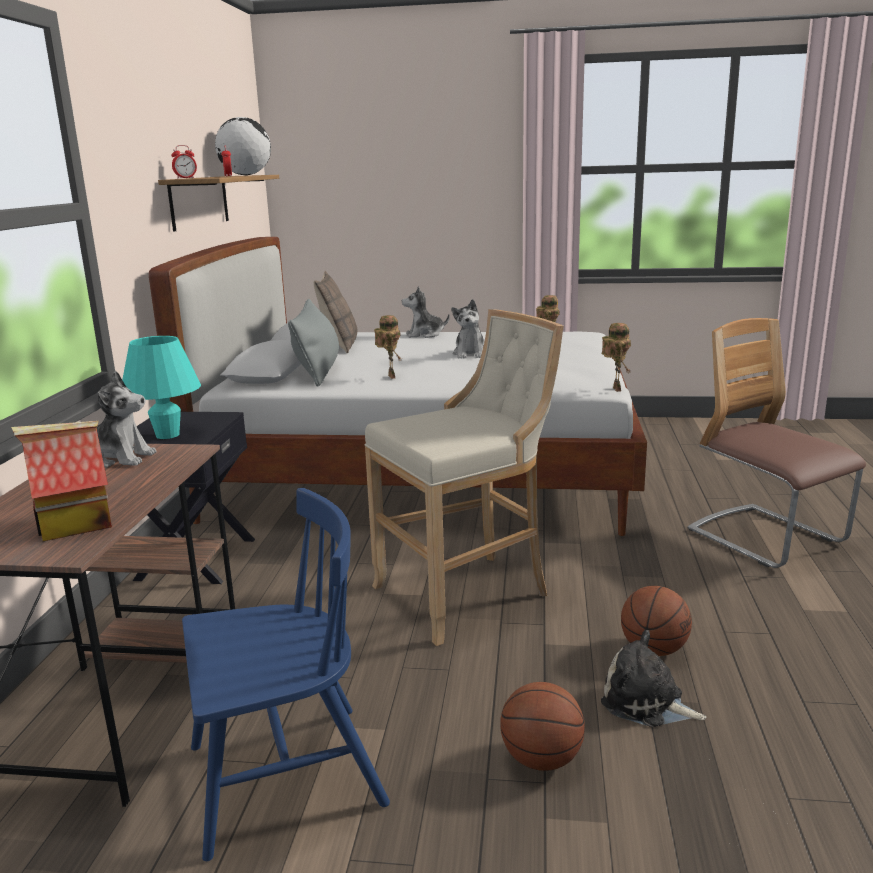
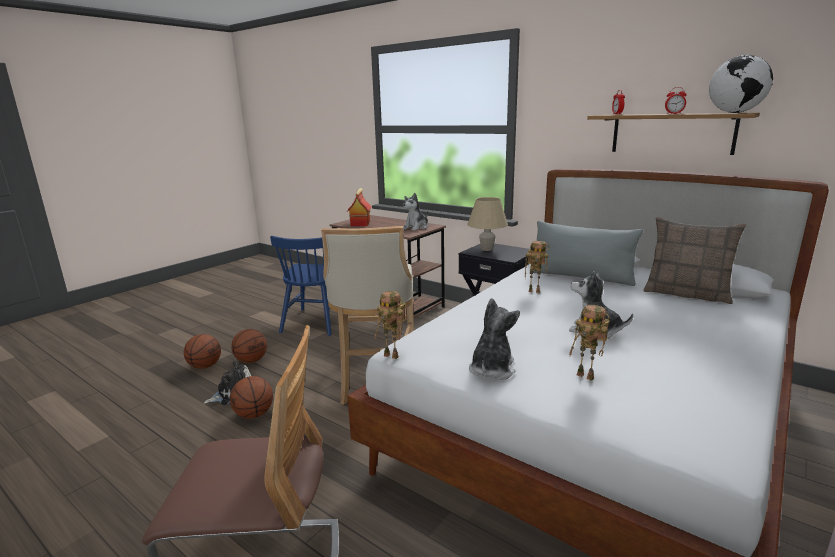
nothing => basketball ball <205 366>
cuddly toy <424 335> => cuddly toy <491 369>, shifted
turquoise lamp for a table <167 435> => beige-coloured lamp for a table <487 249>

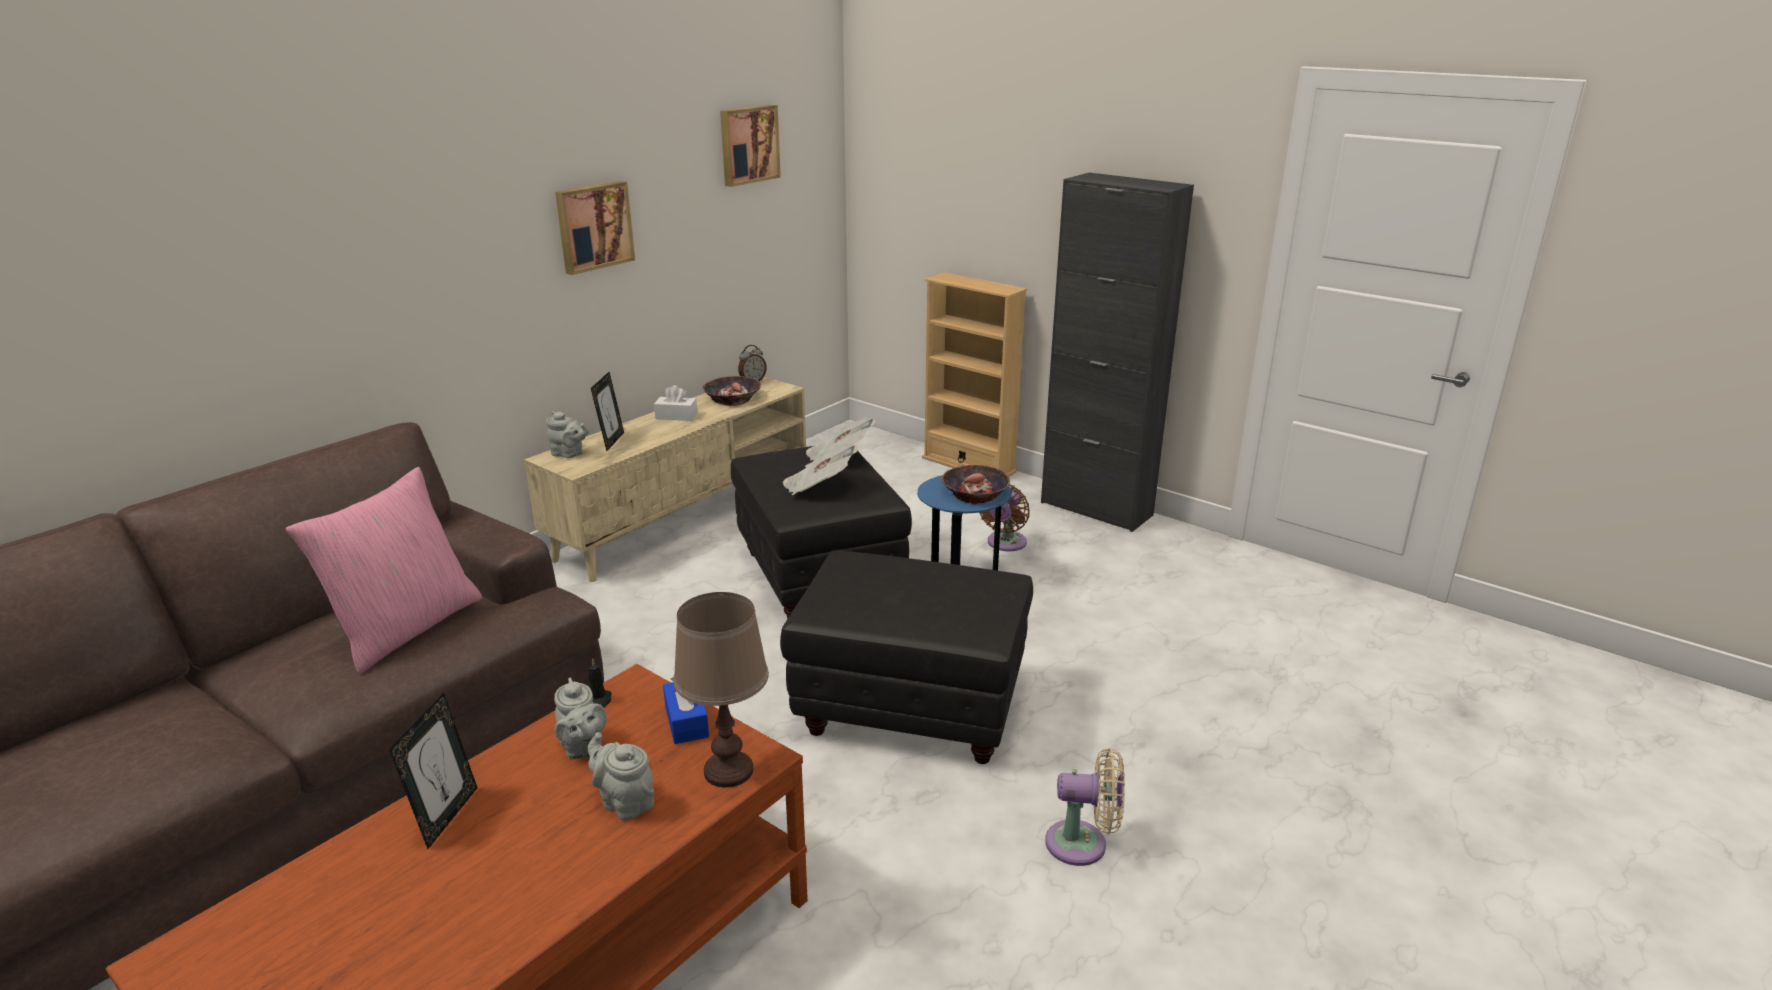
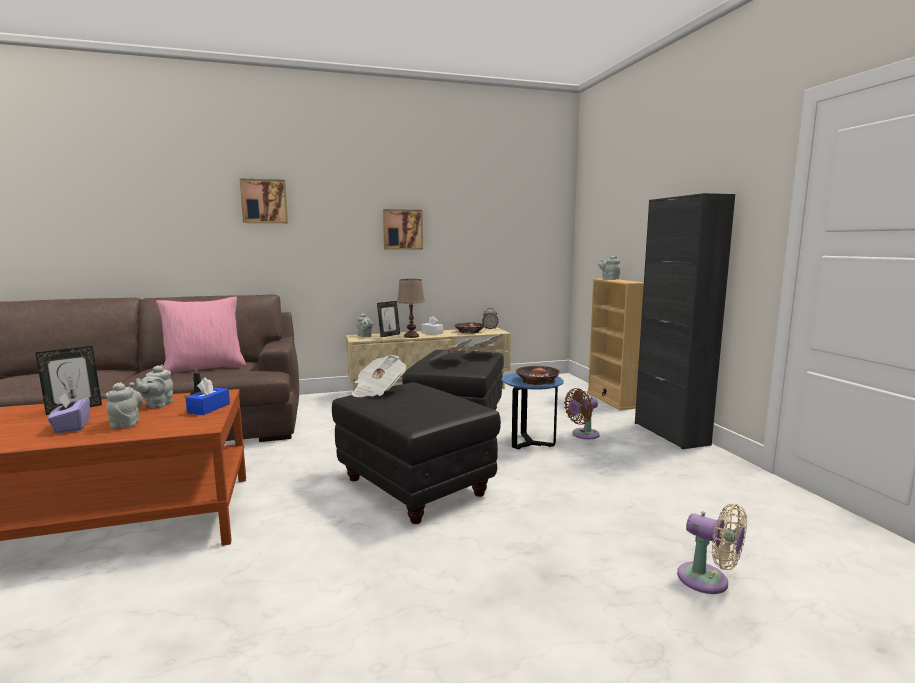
nothing => purple-coloured tissue holder <71 427>
nothing => printed paper <378 391>
nothing => grey teapot <609 279>
brown-coloured lamp for a table <728 771> => brown-coloured lamp for a table <411 336>, shifted
picture <748 144> => picture <264 201>, shifted
beige-coloured cooling fan <1083 844> => beige-coloured cooling fan <708 581>, shifted

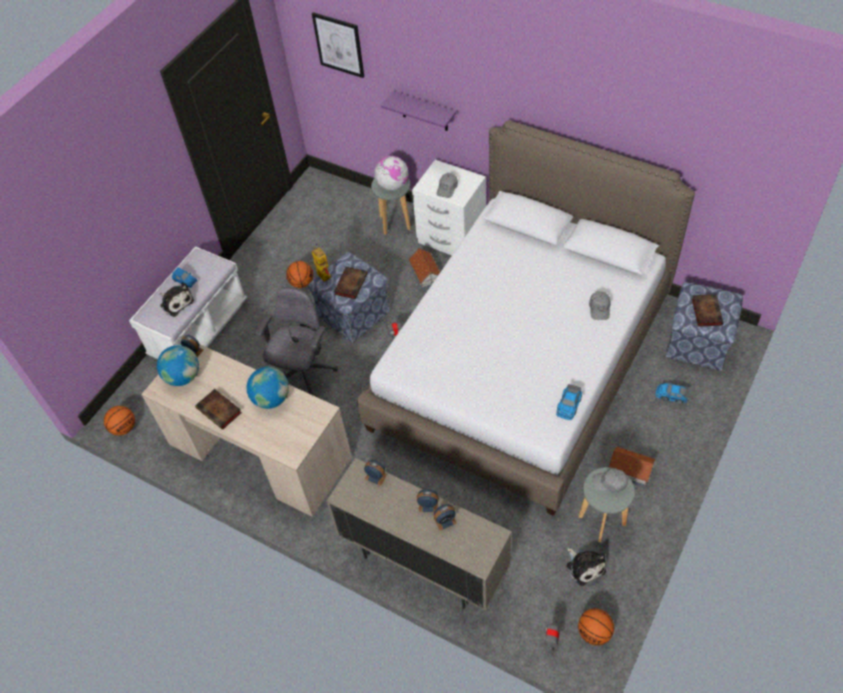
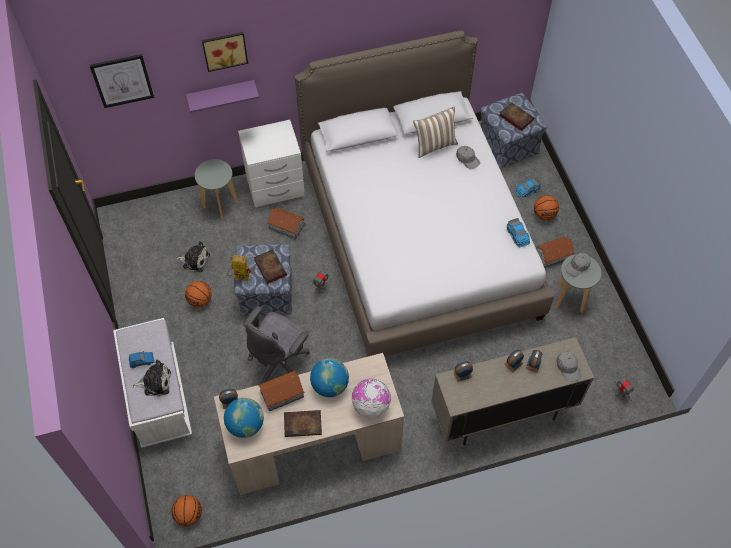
nothing => picture <224 50>
nothing => toy house <281 394>
nothing => throw pillow <434 145>
globe <392 185> => globe <371 405>, shifted
grey peaked cap <447 188> => grey peaked cap <568 367>, shifted
cuddly toy <584 566> => cuddly toy <194 260>, shifted
basketball ball <594 632> => basketball ball <544 214>, shifted
grey office chair <303 374> => grey office chair <280 363>, 120 degrees counterclockwise

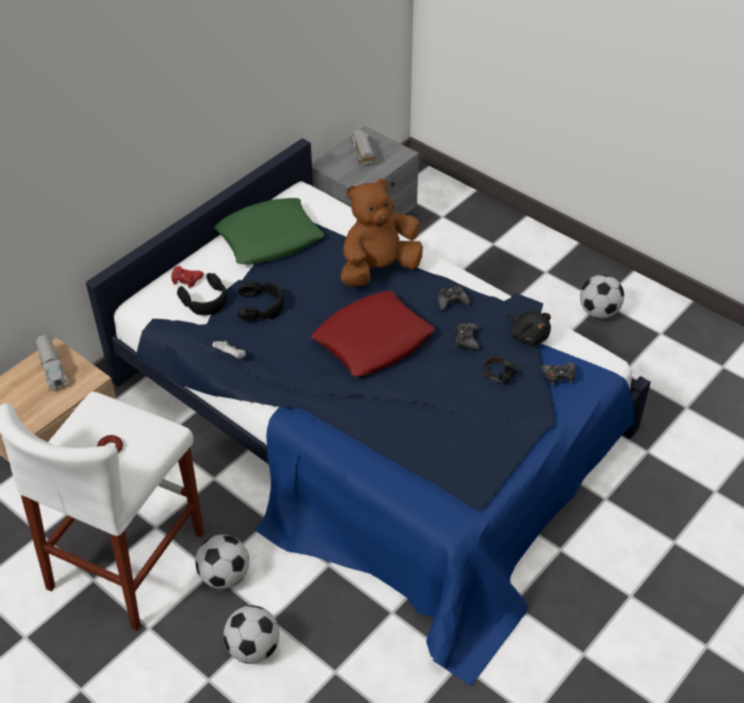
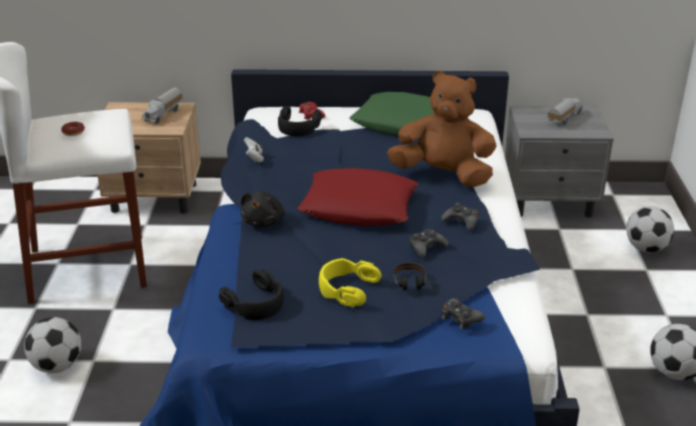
nothing => yellowish headphones <347 288>
football <225 576> => football <646 248>, shifted
blackish headphones <261 306> => blackish headphones <255 303>, shifted
blackish cuddly toy <528 335> => blackish cuddly toy <264 221>, shifted

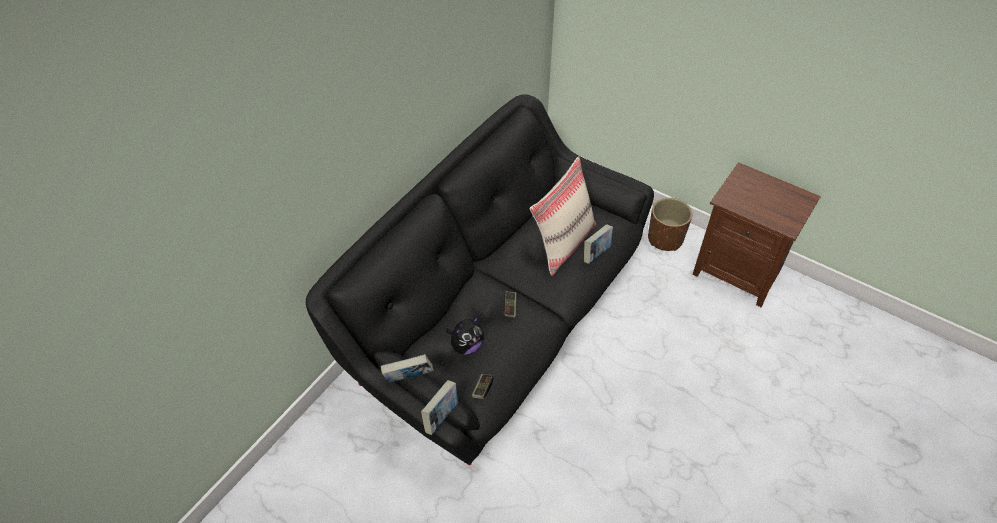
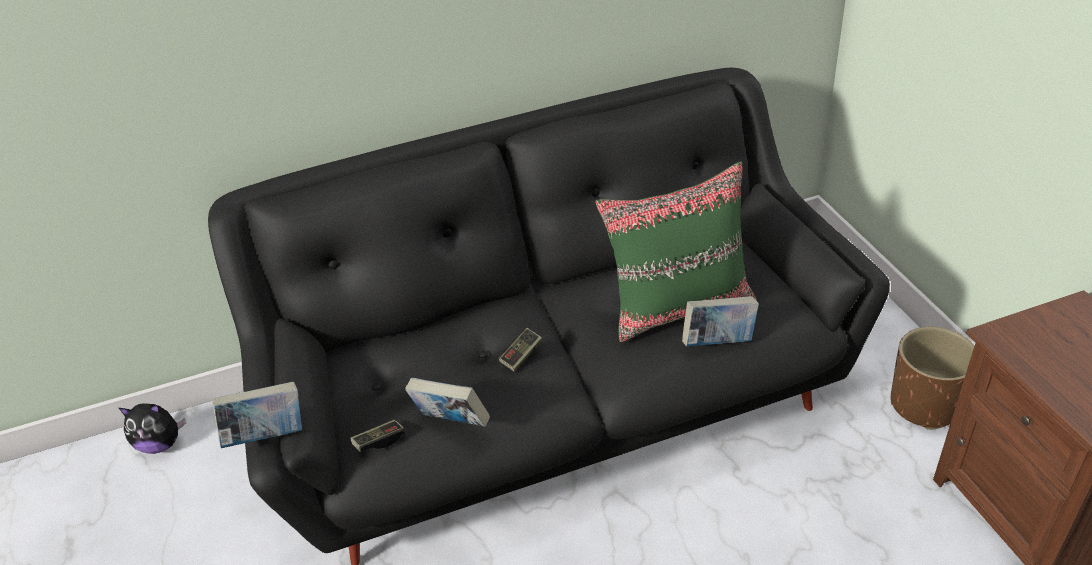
book <409 379> => book <452 422>, shifted
cuddly toy <466 346> => cuddly toy <161 444>, shifted
beige-coloured throw pillow <563 243> => green throw pillow <679 306>

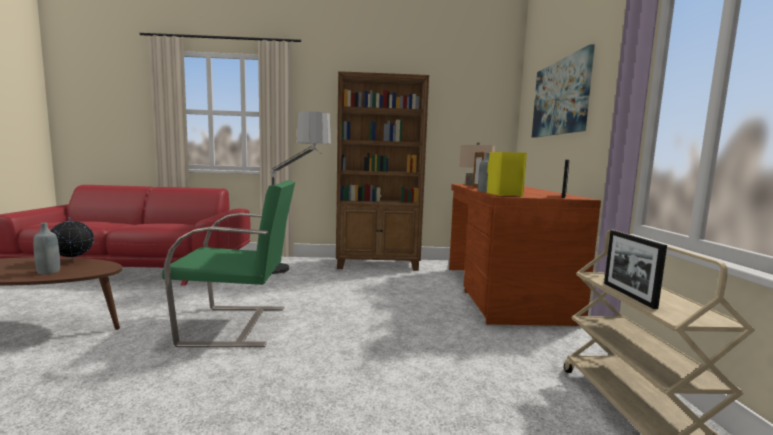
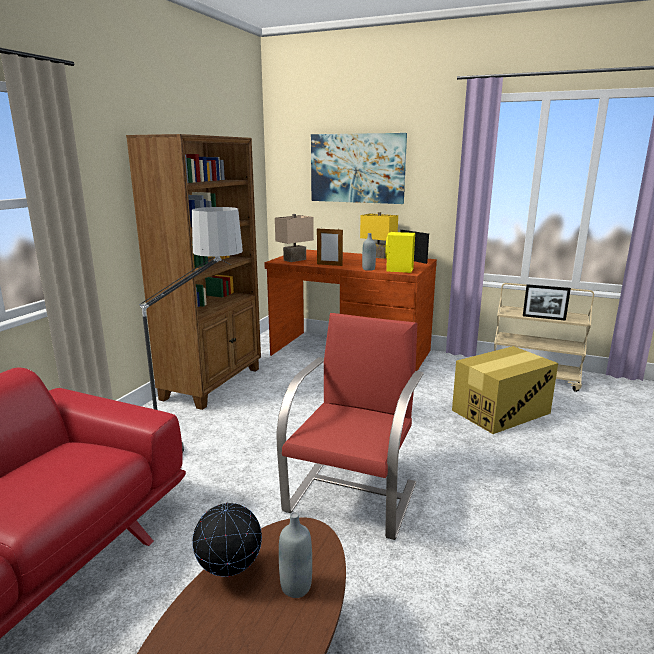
nothing => yellowish lamp for a table <378 256>
nothing => cardboard box <501 411>
green lounge chair <237 325> => red lounge chair <352 496>

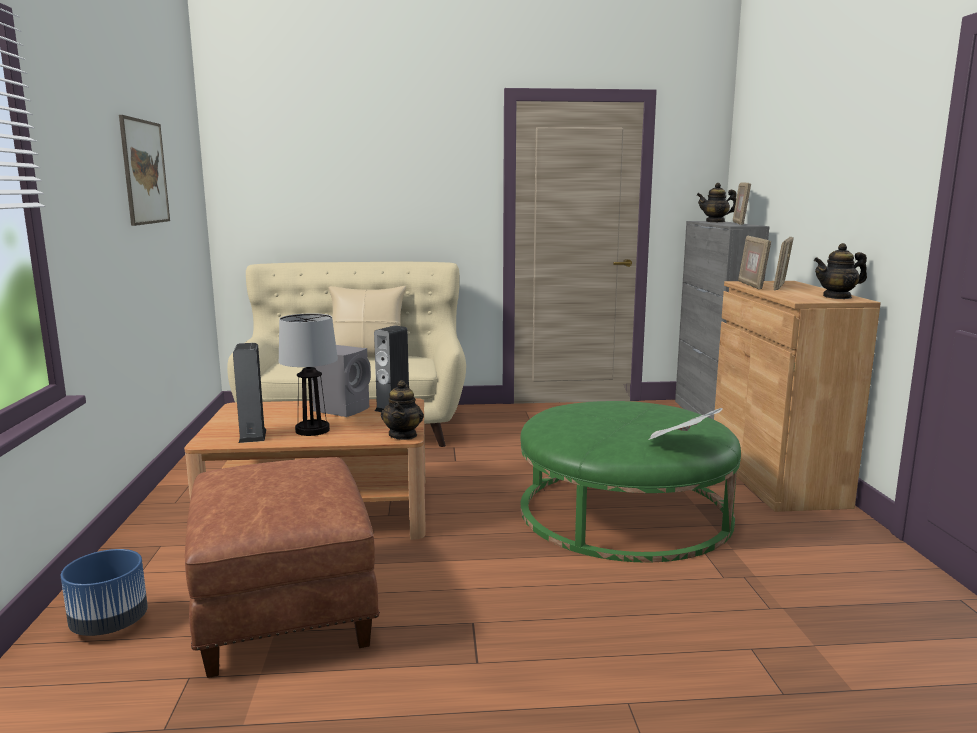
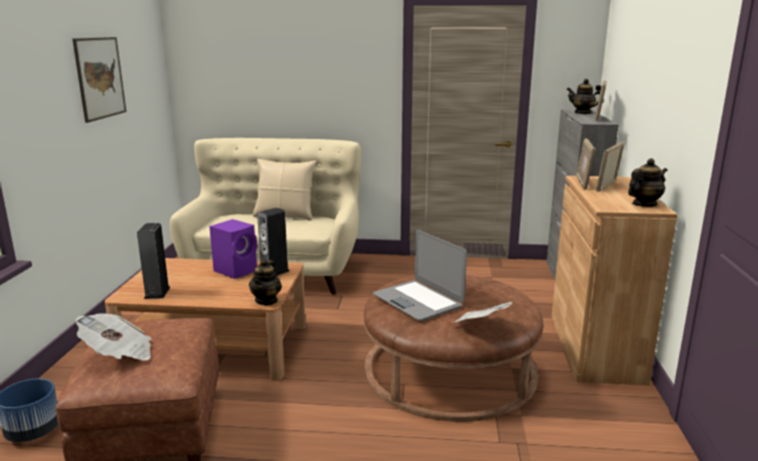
lamp for a table <311 430> => nothing
nothing => printed paper <119 354>
nothing => notebook computer <418 301>
grey audio speaker <343 409> => purple-coloured audio speaker <237 270>
green ottoman <624 510> => brown-coloured ottoman <450 369>
teapot <837 297> => teapot <644 204>, 150 degrees clockwise

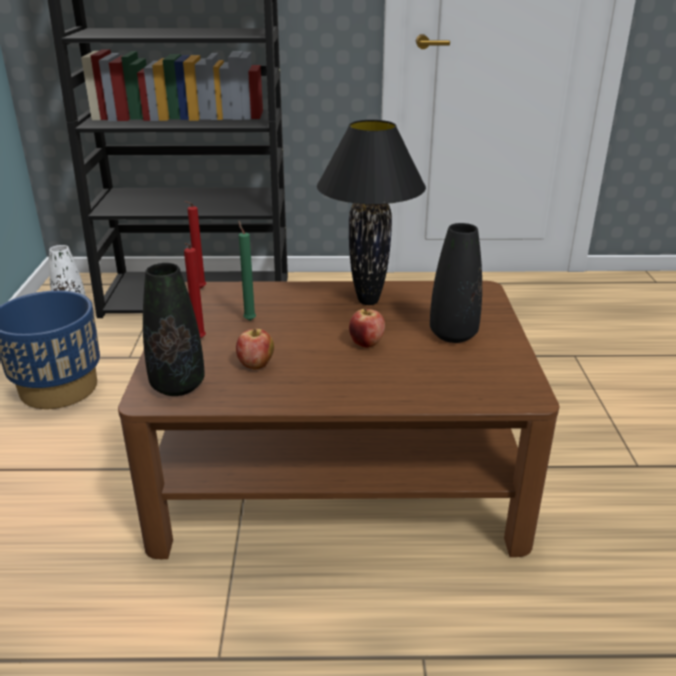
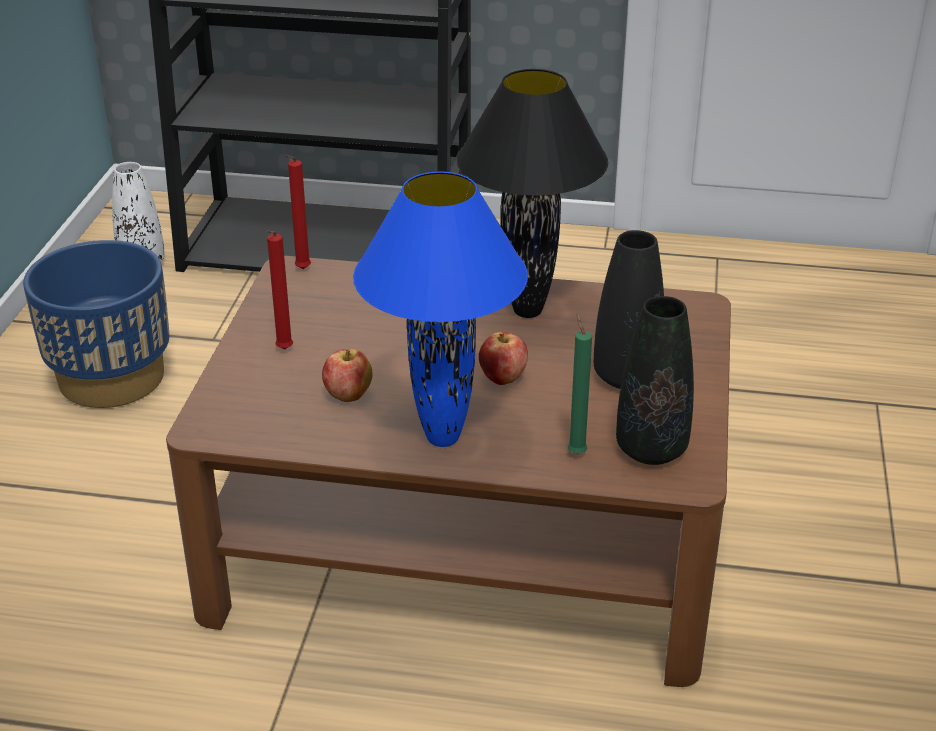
nothing => bluish lamp for a table <441 438>
blackish decorative vase <178 386> => blackish decorative vase <651 450>, shifted
green wax candle <249 319> => green wax candle <575 452>, shifted

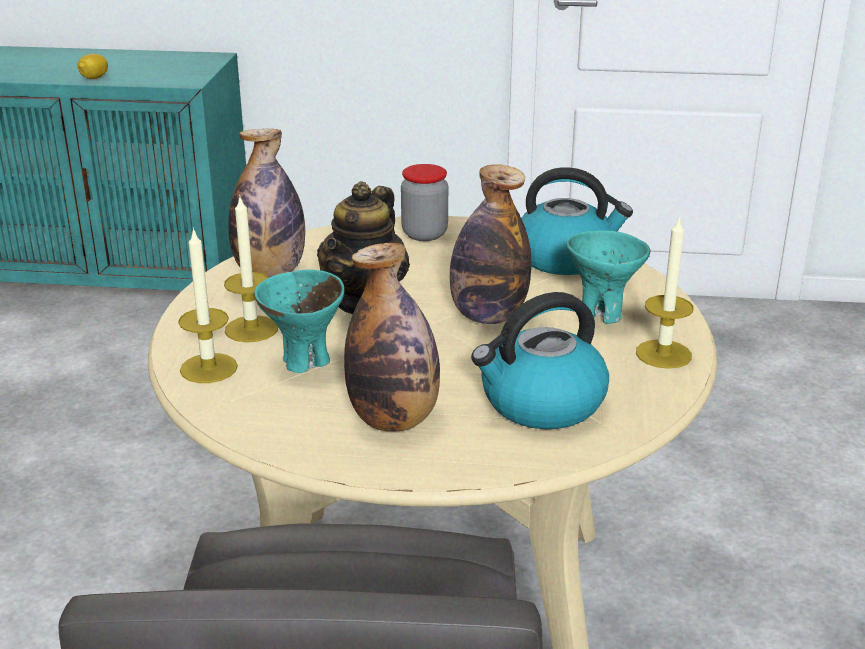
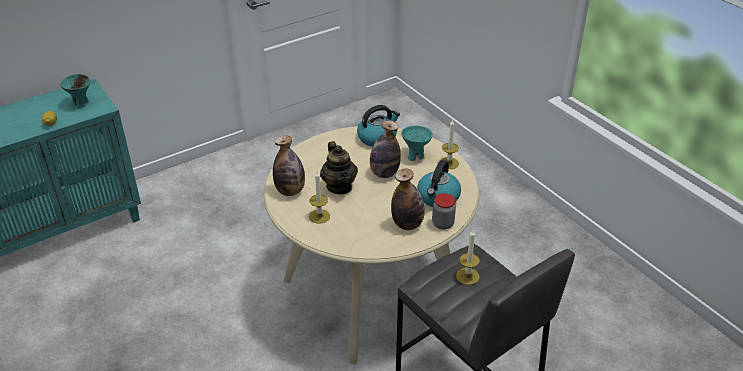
wax candle <208 368> => wax candle <467 276>, shifted
turquoise serving bowl <305 362> => turquoise serving bowl <81 103>, shifted
preserve jar <424 234> => preserve jar <443 224>, shifted

